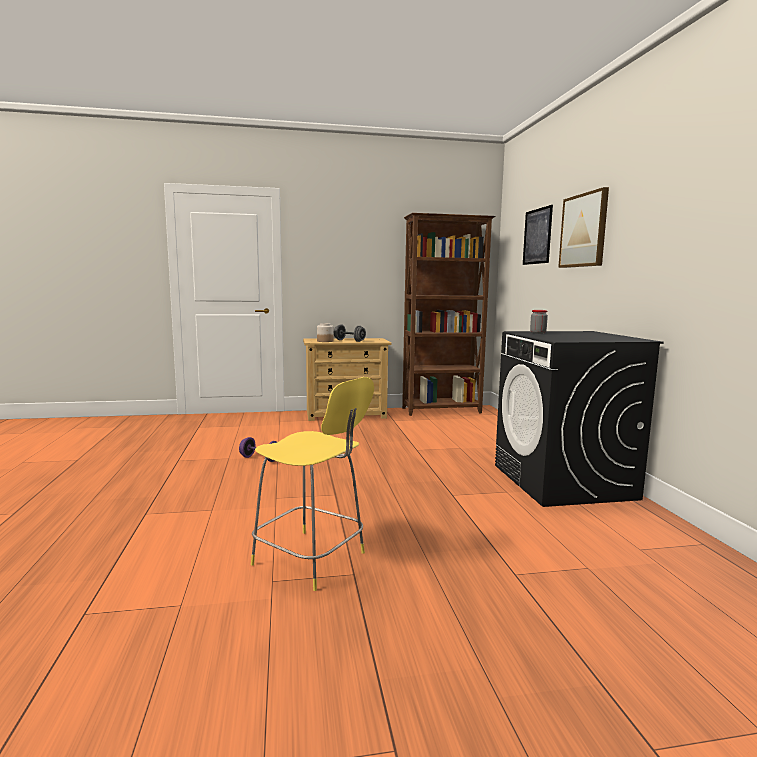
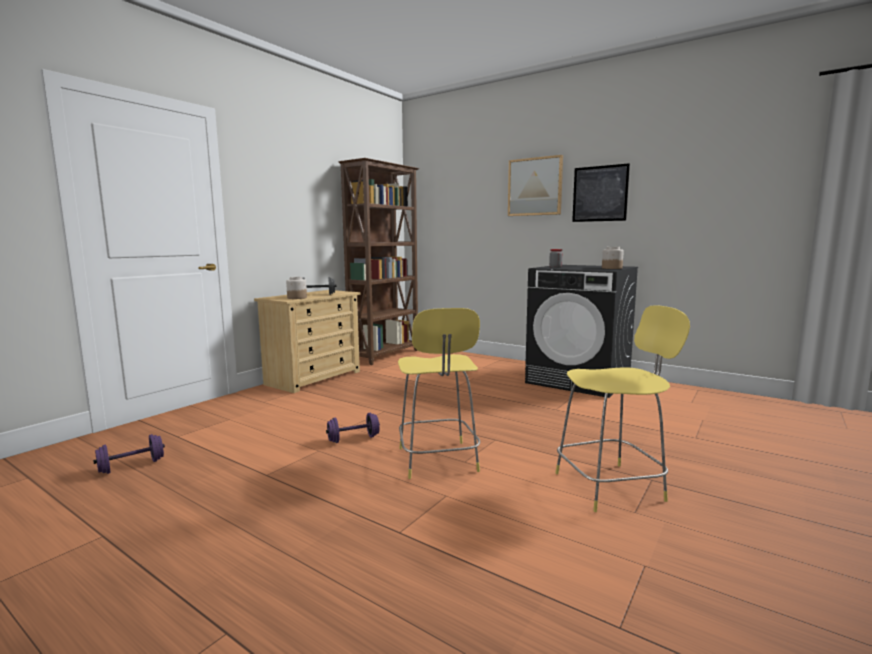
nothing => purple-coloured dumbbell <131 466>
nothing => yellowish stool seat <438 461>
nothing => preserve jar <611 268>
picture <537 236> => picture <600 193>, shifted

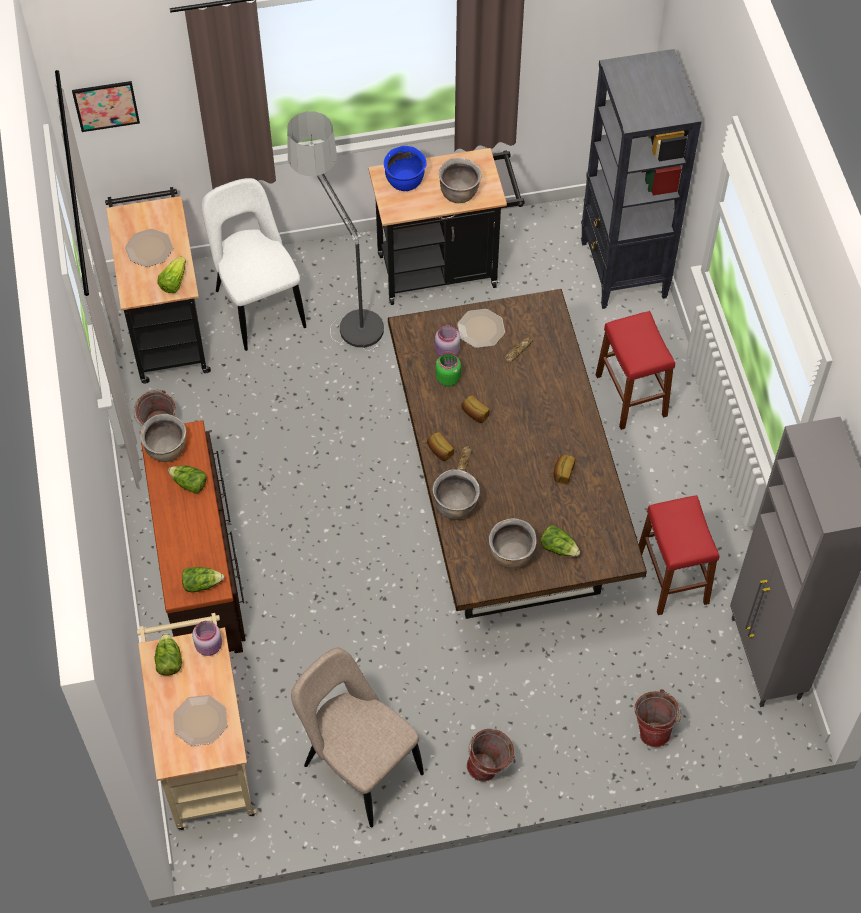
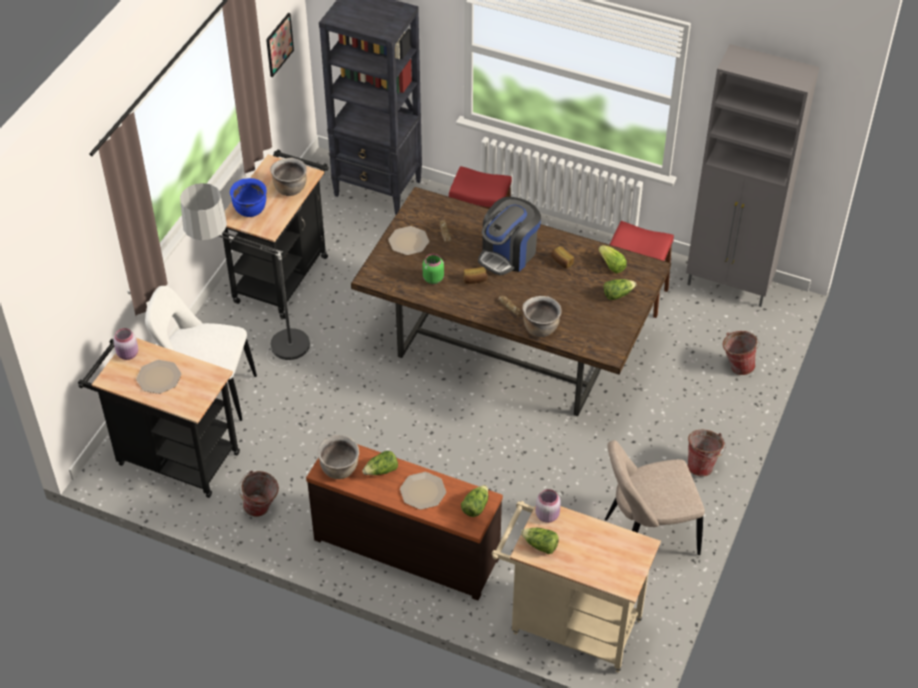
bakery bread <439 451> => nothing
brown-coloured saucepot <511 555> => nothing
nothing => coffee machine <508 254>
picture <106 105> => picture <279 44>, shifted
lettuce head <173 282> => lettuce head <611 265>, shifted
plate <200 721> => plate <423 491>, shifted
pink preserve jar <447 352> => pink preserve jar <128 354>, shifted

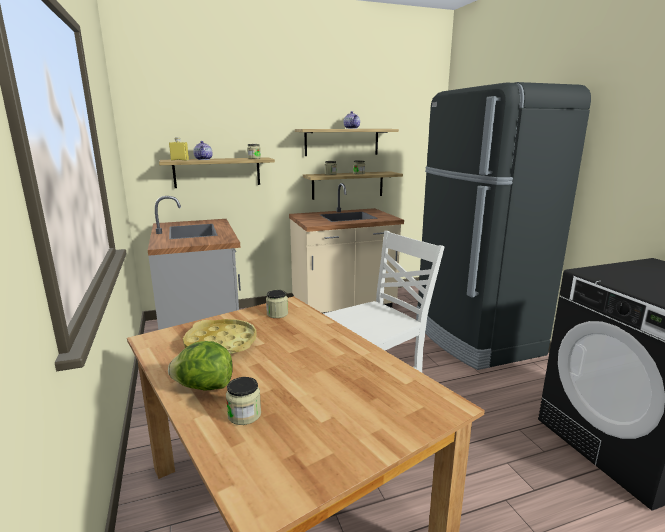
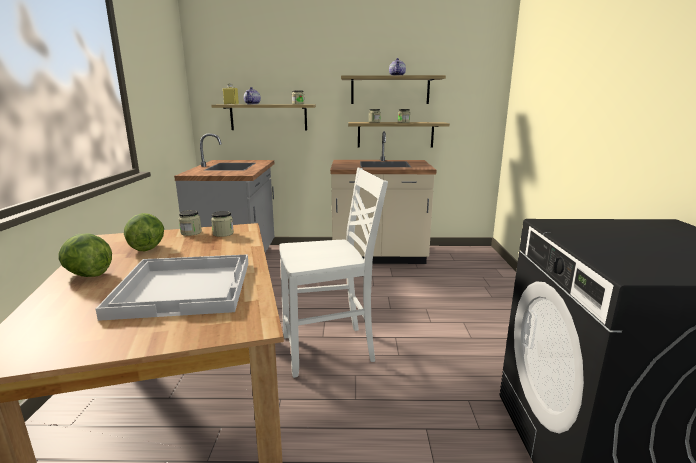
blackish kitchen fridge <474 338> => nothing
nothing => white serving tray <186 287>
preserve jar <244 415> => preserve jar <191 232>, shifted
yellowish serving tray <221 344> => lettuce head <147 248>

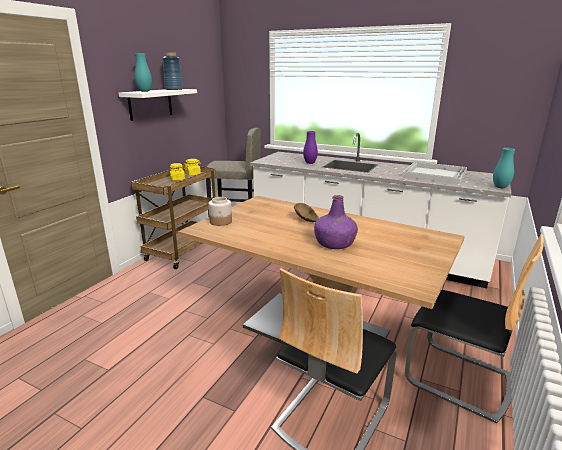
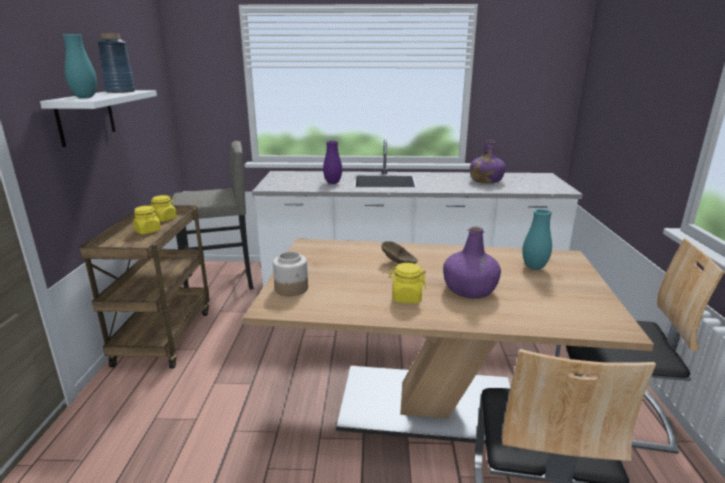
nothing => yellowish preserve jar <406 298>
turquoise decorative vase <500 187> => turquoise decorative vase <534 267>, shifted
white serving tray <434 174> => purple-coloured bottle <485 180>

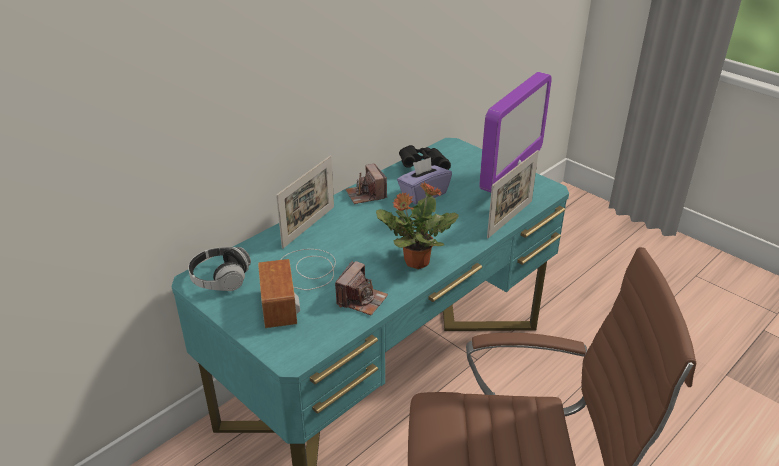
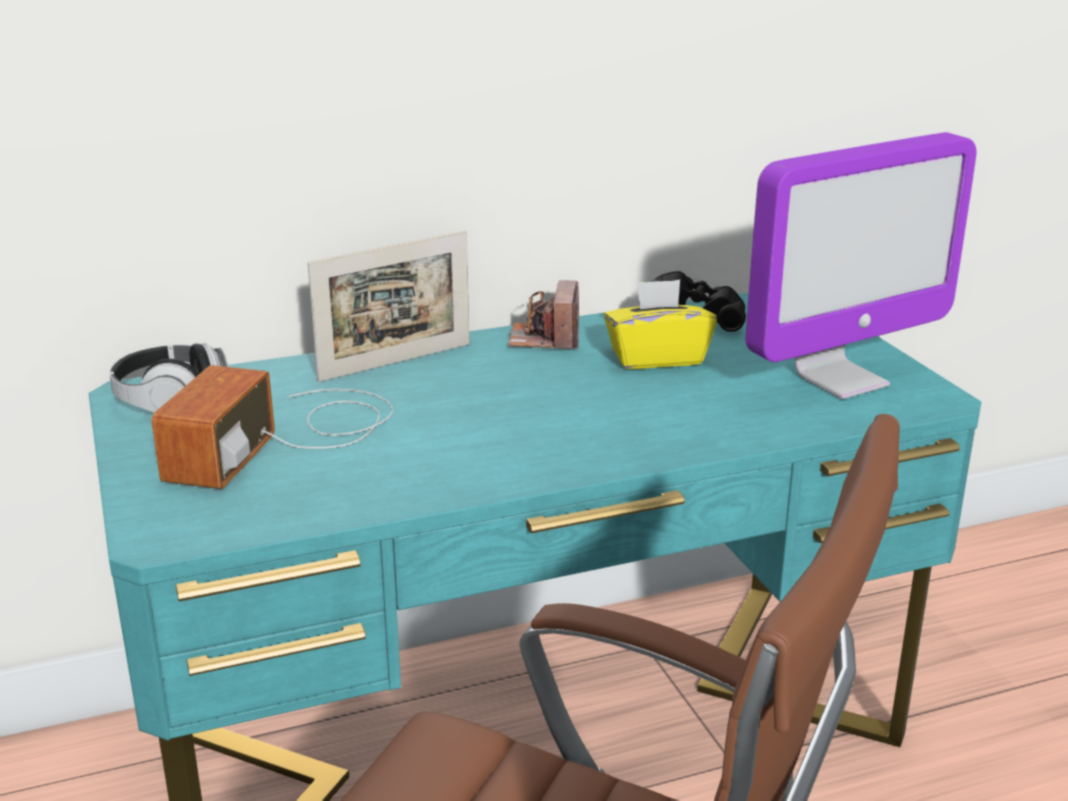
still camera <361 299> => nothing
plant in a pot <415 261> => nothing
picture frame <510 219> => nothing
purple-coloured tissue holder <423 194> => yellowish tissue holder <657 358>

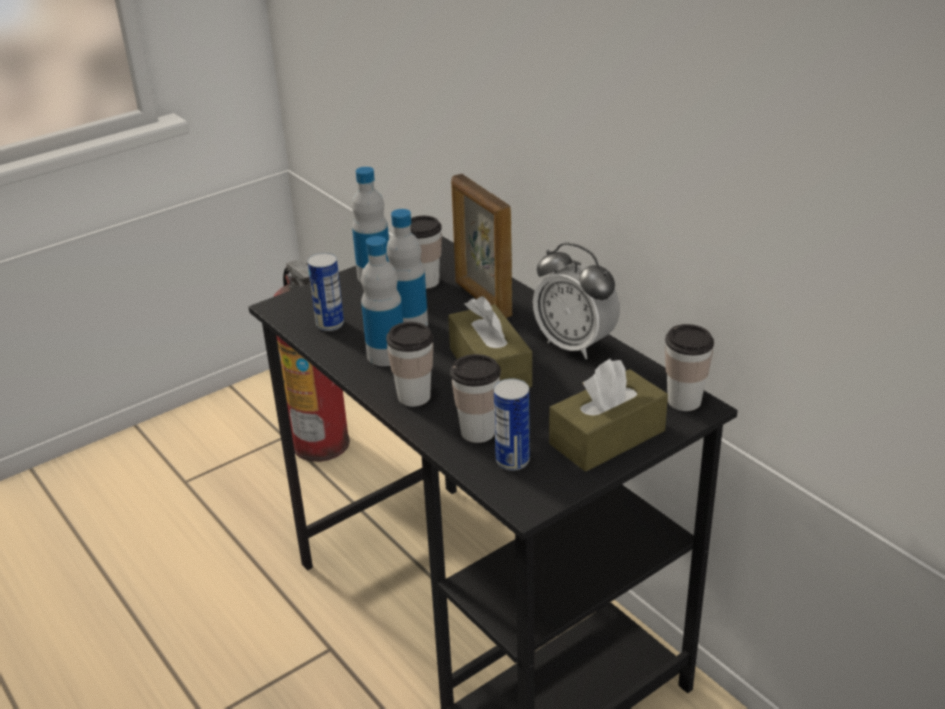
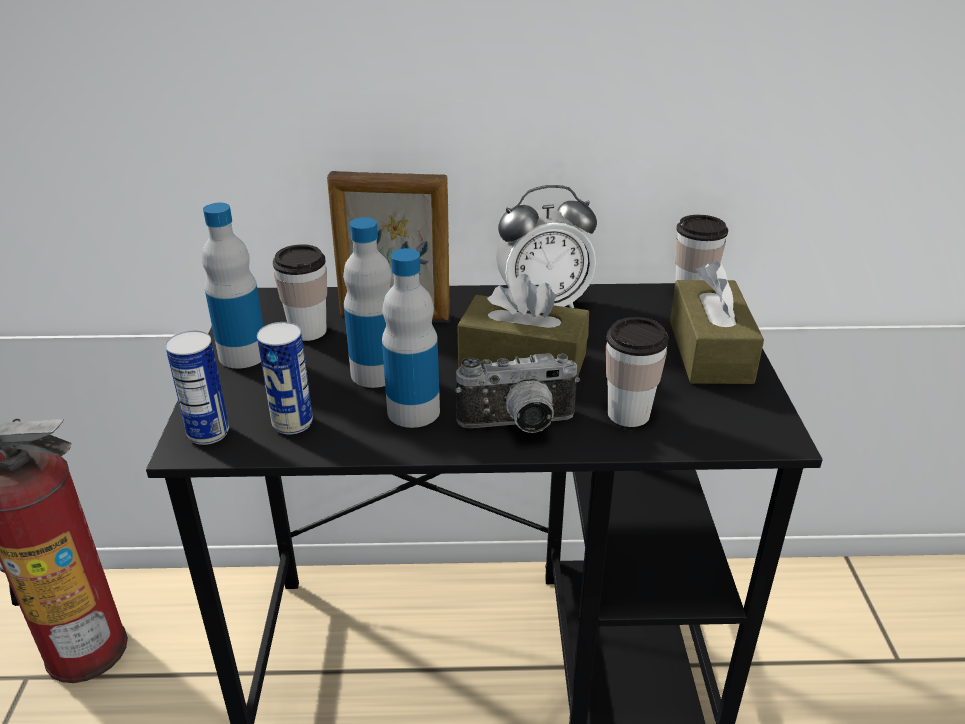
metal can <512 460> => metal can <208 433>, shifted
drinking cup <414 397> => still camera <518 426>

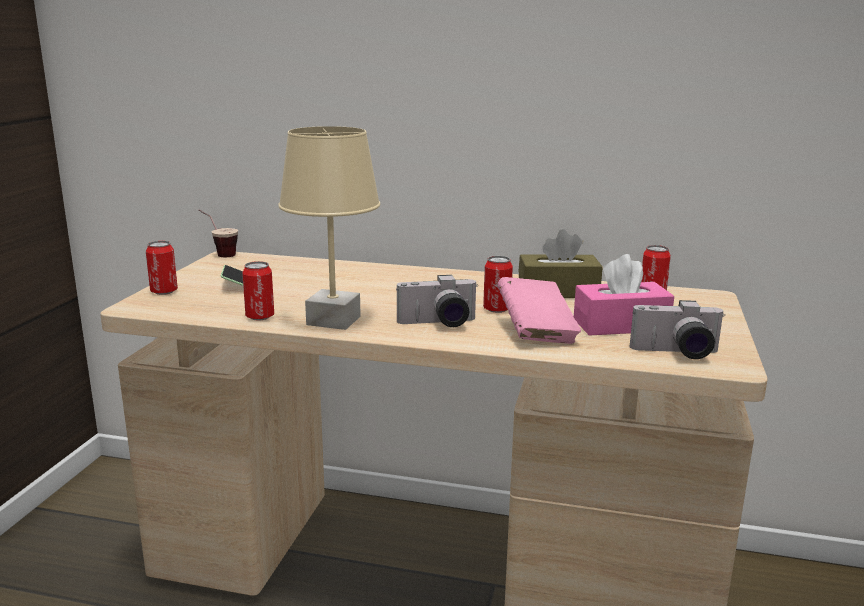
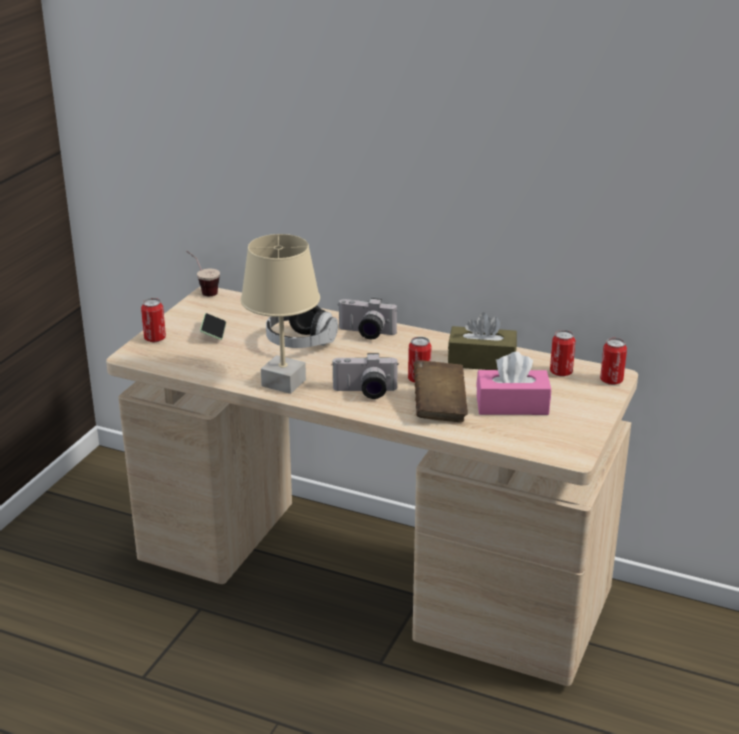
nothing => headphones <300 343>
metal can <260 317> => metal can <611 381>, shifted
still camera <676 353> => still camera <365 333>, shifted
pink book <536 331> => brown-coloured book <439 407>

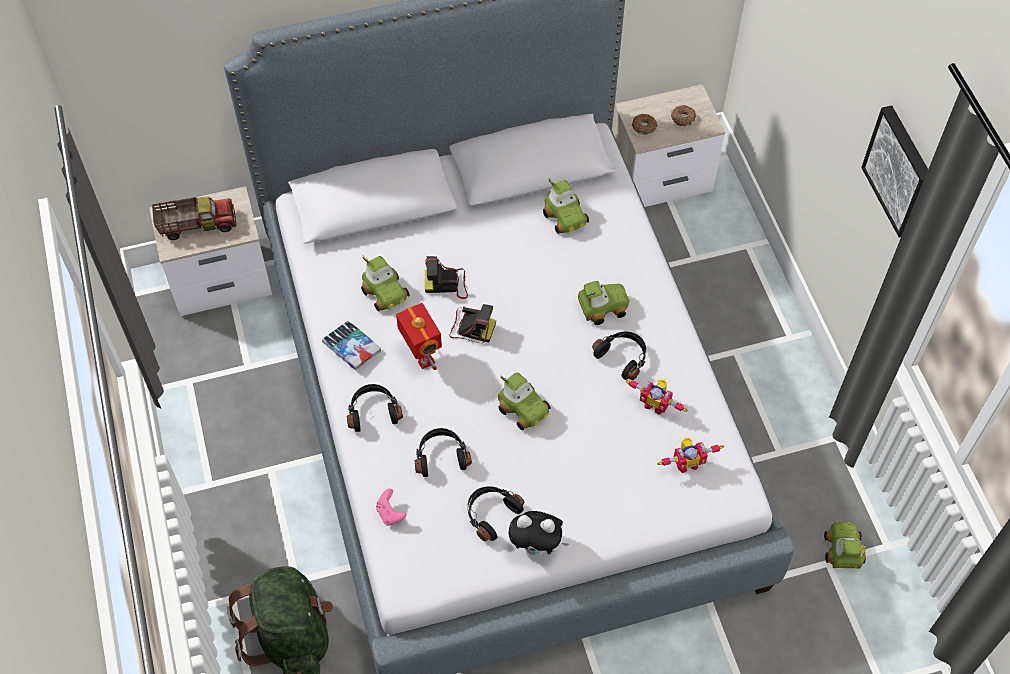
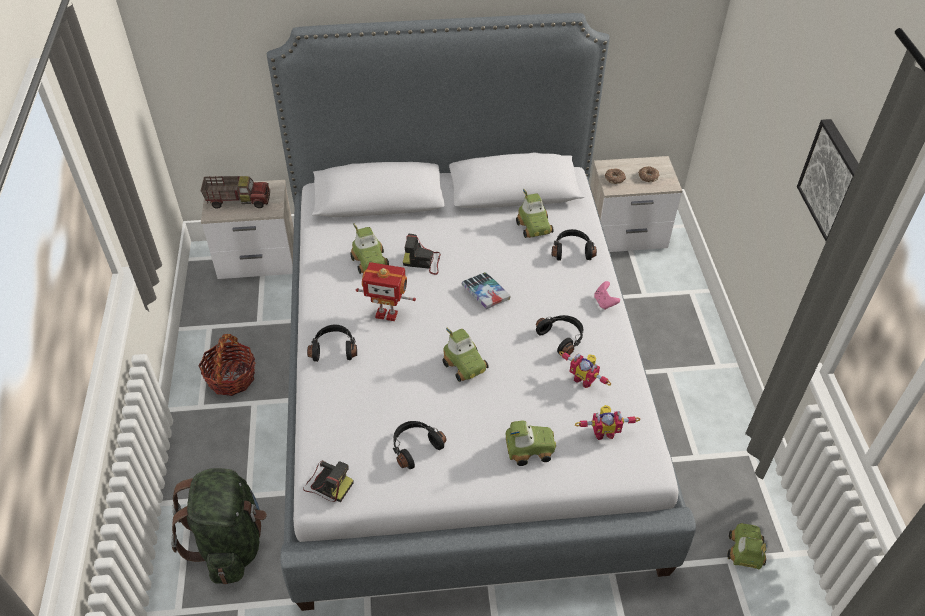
cuddly toy <537 547> => nothing
nothing => household basket <231 378>
book <352 348> => book <485 293>, shifted
pink joypad <390 513> => pink joypad <604 302>, shifted
blackish headphones <441 456> => blackish headphones <572 250>, shifted
still camera <471 327> => still camera <328 483>, shifted
model car <602 306> => model car <529 448>, shifted
toy robot <422 358> => toy robot <387 313>, 120 degrees clockwise

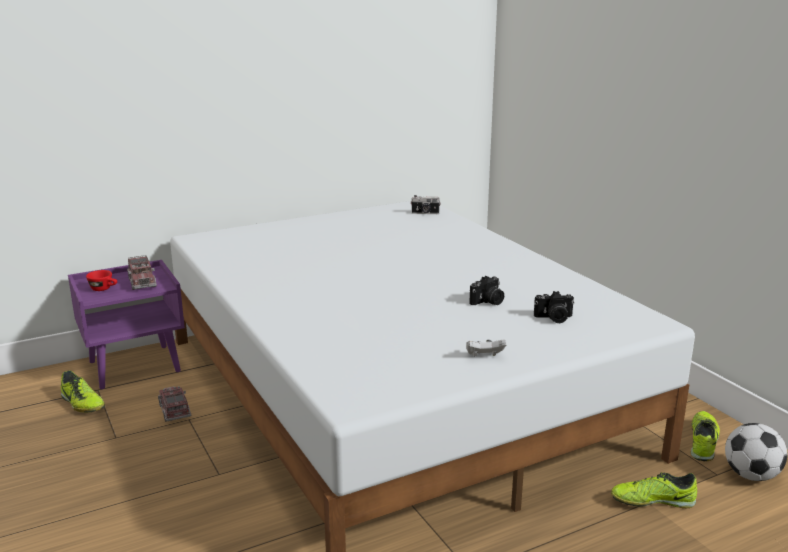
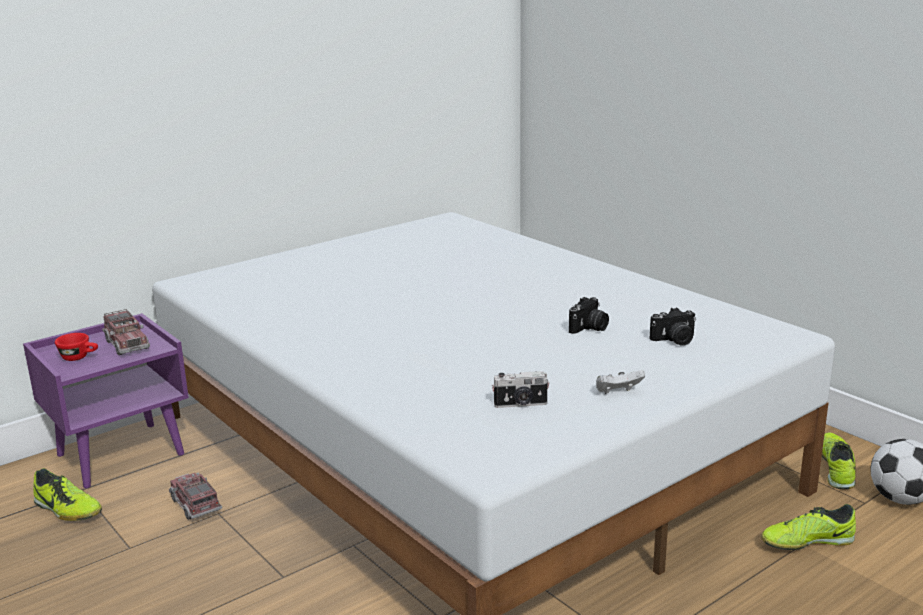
still camera <425 213> => still camera <521 404>, shifted

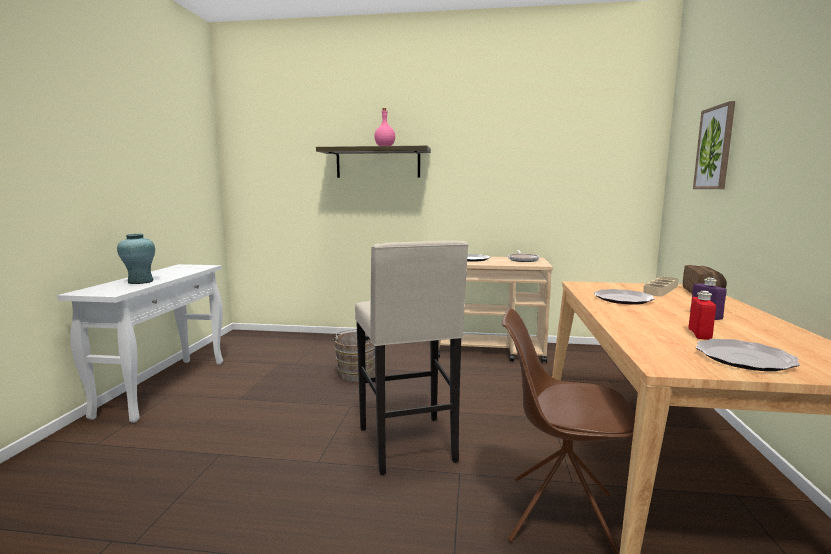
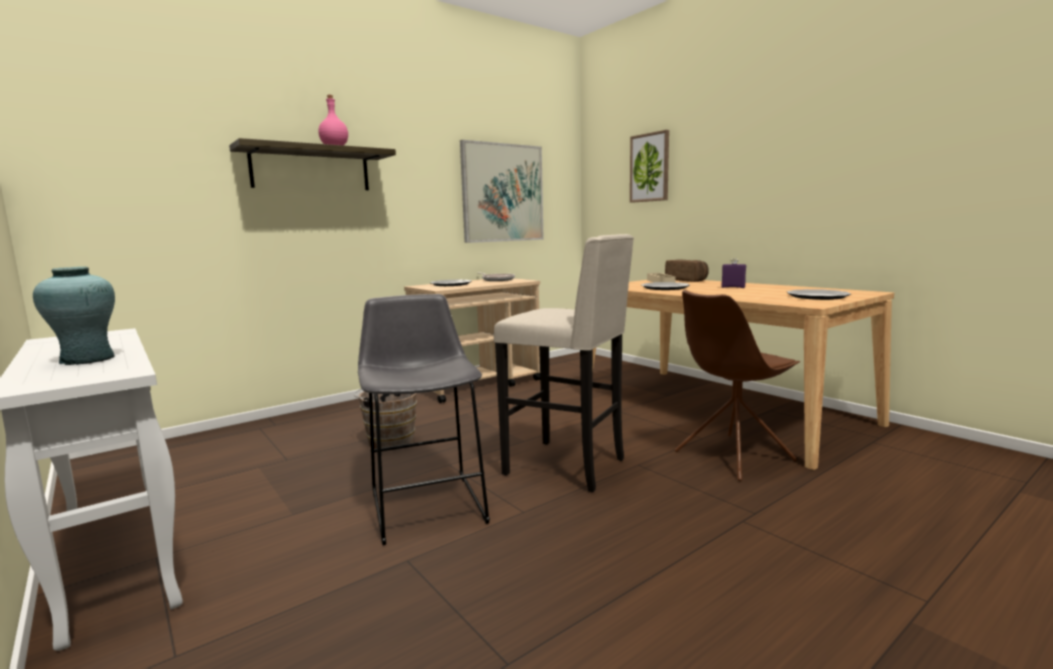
red bottle <699 334> => nothing
nothing => grey stool seat <427 502>
nothing => picture <502 193>

